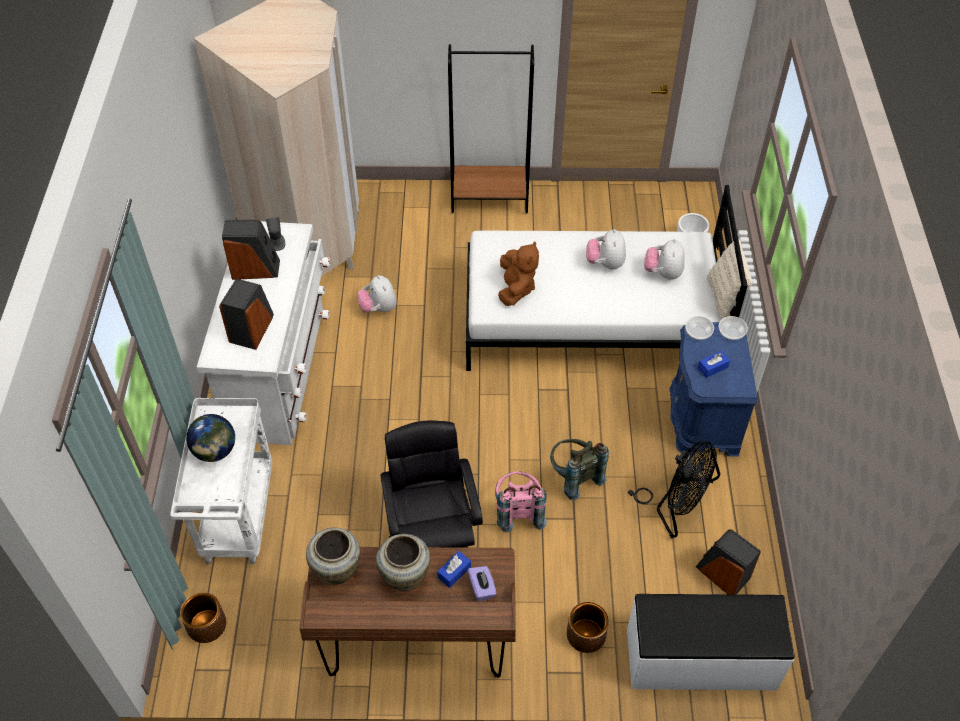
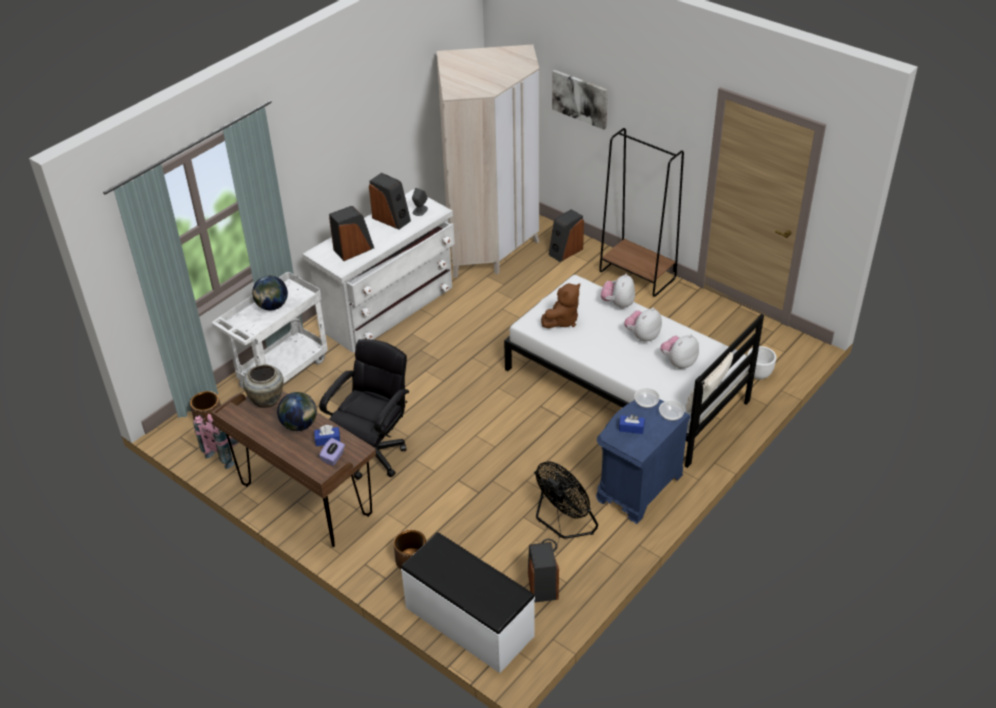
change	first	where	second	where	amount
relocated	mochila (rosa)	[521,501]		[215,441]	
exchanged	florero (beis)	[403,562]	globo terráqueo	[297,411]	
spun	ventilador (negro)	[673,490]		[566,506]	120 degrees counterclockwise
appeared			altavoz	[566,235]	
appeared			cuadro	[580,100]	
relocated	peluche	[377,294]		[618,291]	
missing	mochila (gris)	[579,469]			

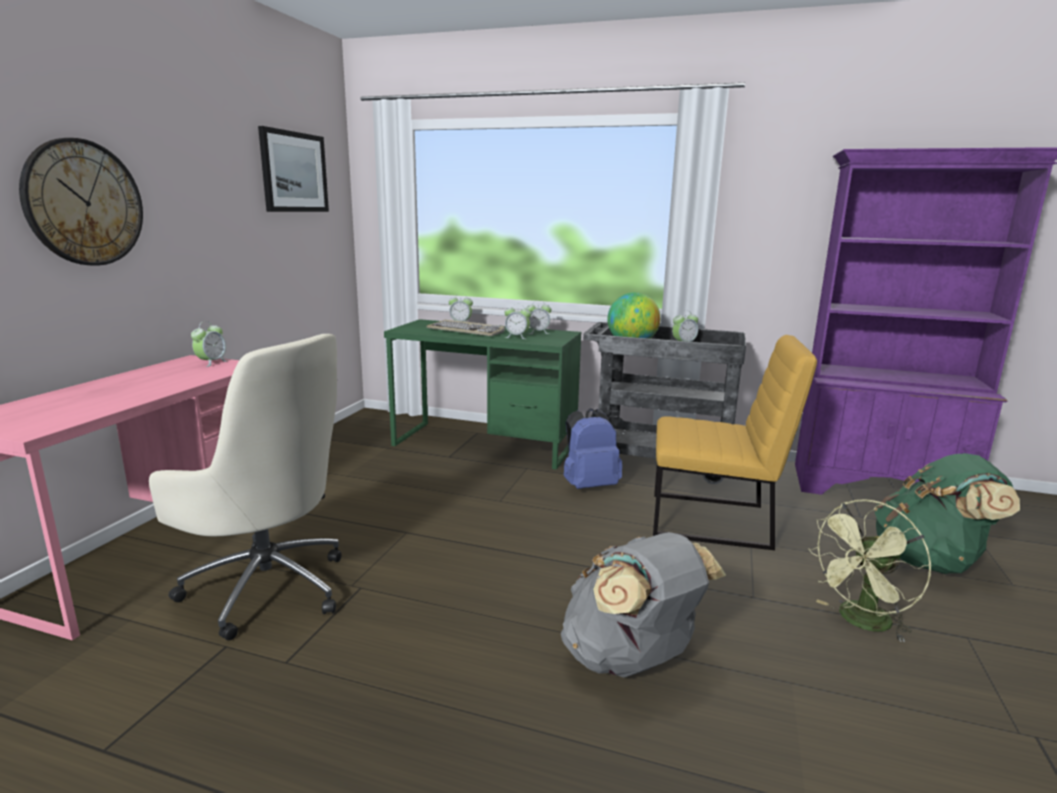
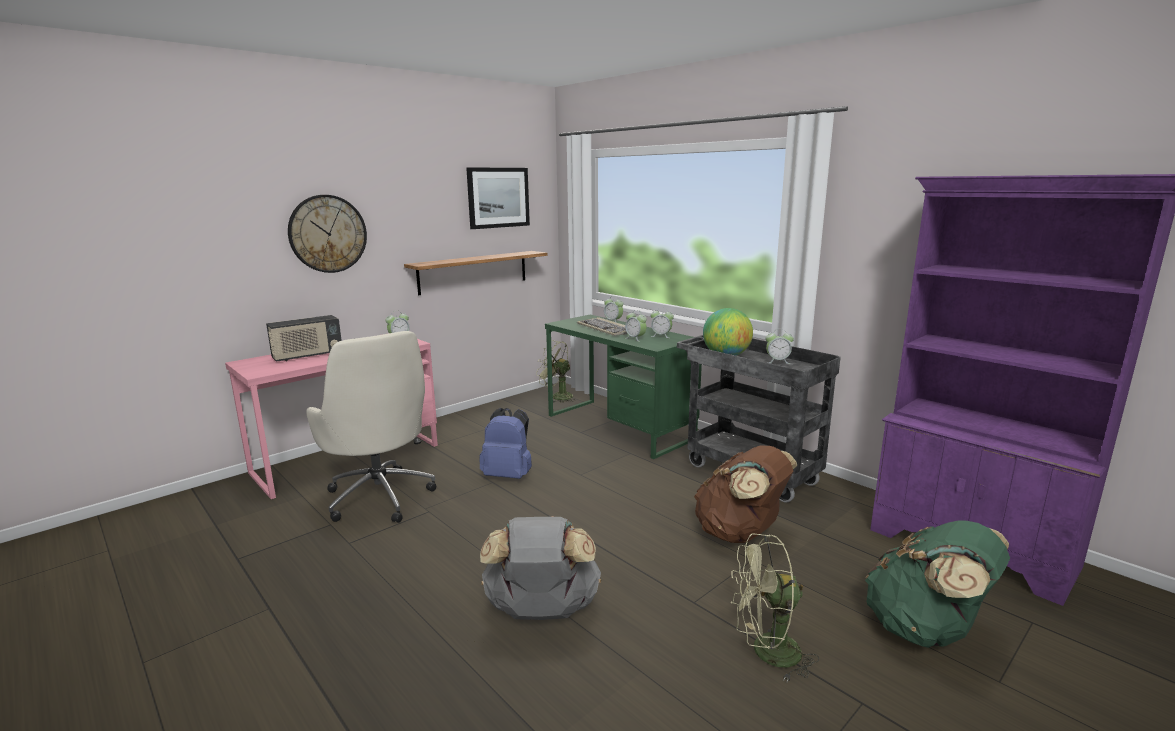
change	first	where	second	where	amount
appeared			radio	[304,338]	
appeared			estante	[476,273]	
relocated	mochila (azul)	[593,448]		[505,443]	
appeared			ventilador (verde)	[556,371]	
exchanged	silla (amarillo)	[735,442]	mochila (marrón)	[745,494]	

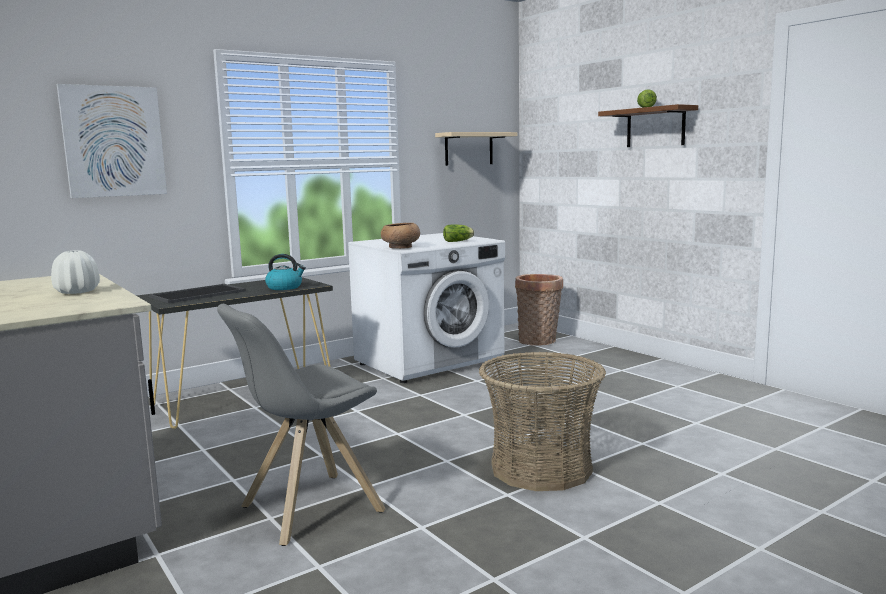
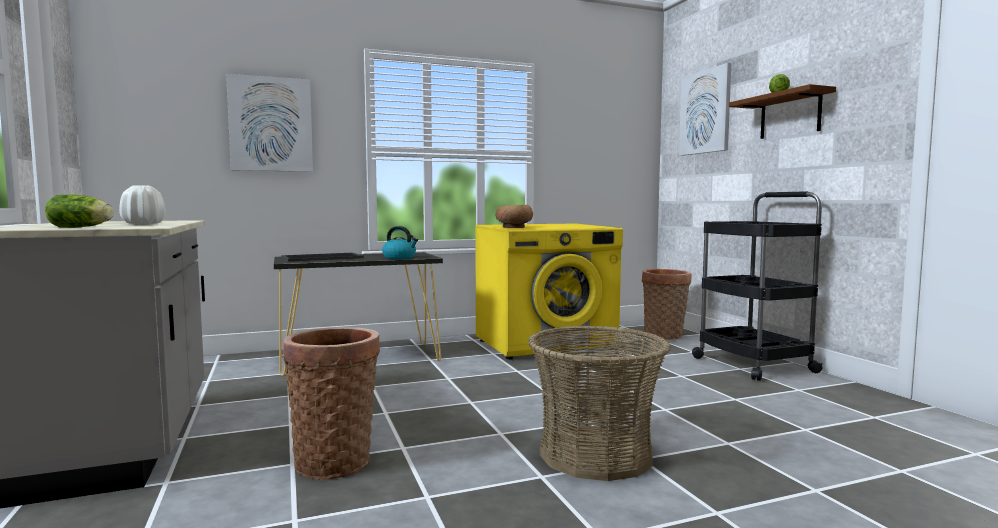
change	first	where	second	where	amount
relocated	lechuga	[458,233]		[79,211]	
exchanged	silla (gris)	[301,425]	cesta	[331,403]	
colour	lavadora (blanco)	[426,308]	lavadora (amarillo)	[549,291]	
appeared			cuadro	[705,109]	
appeared			carrito (negro)	[757,286]	
missing	estante (beis)	[476,149]			

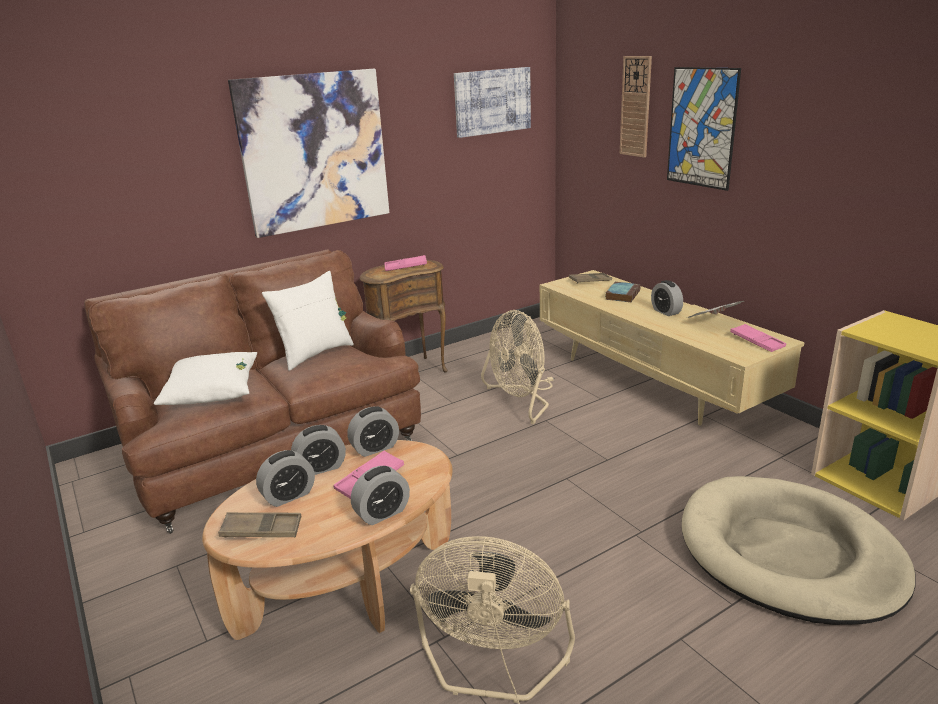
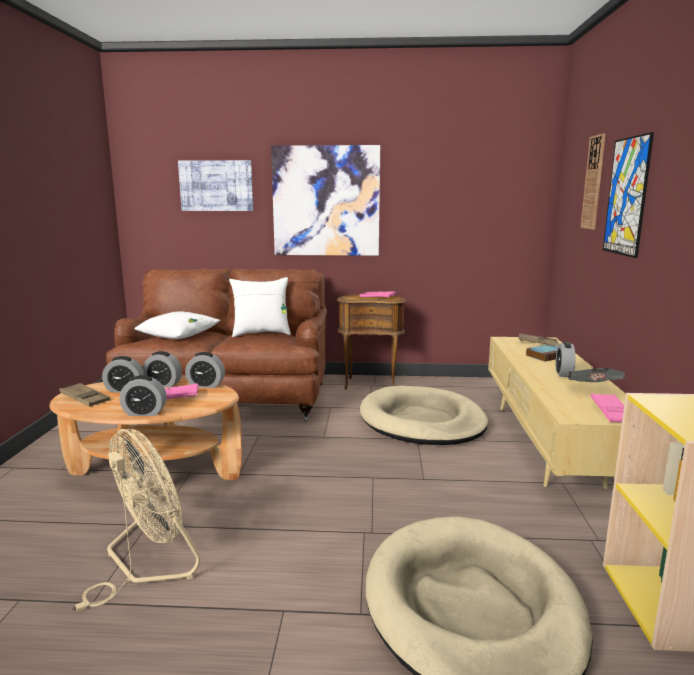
change	first	where	second	where	amount
relocated	cuadro	[492,102]		[215,185]	
exchanged	ventilador (beis)	[518,367]	cama para perro (beis)	[424,415]	

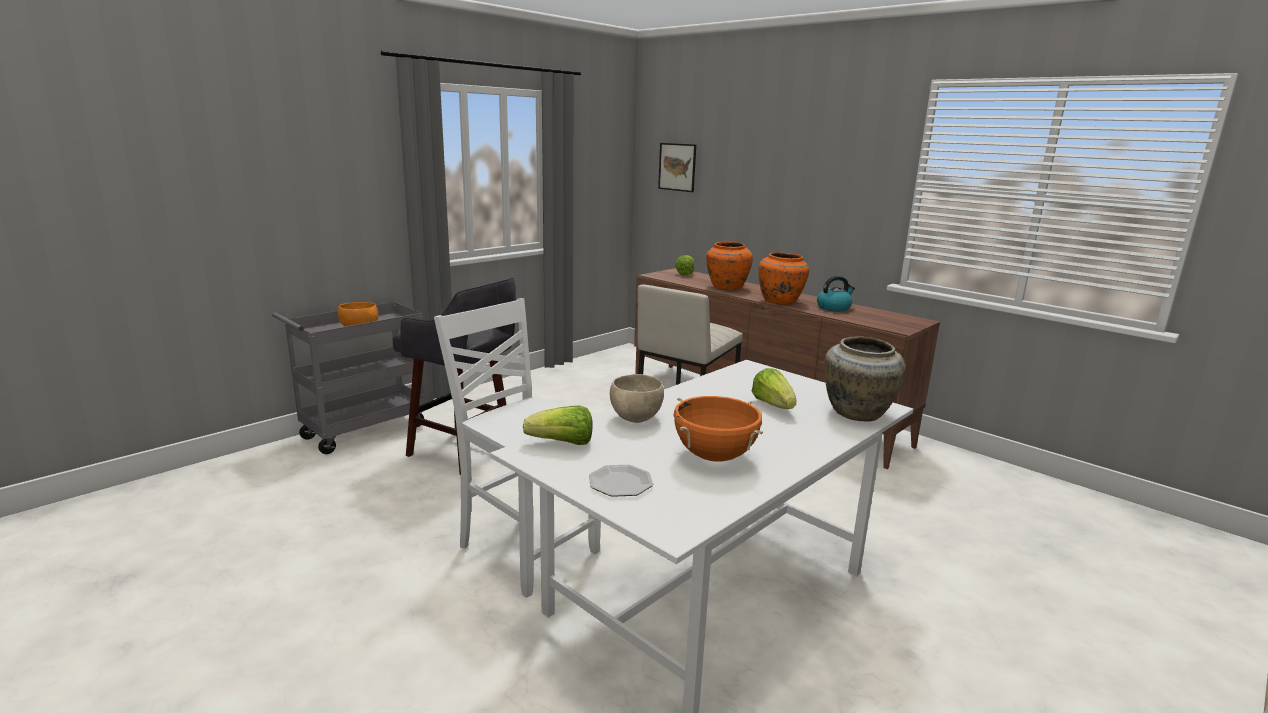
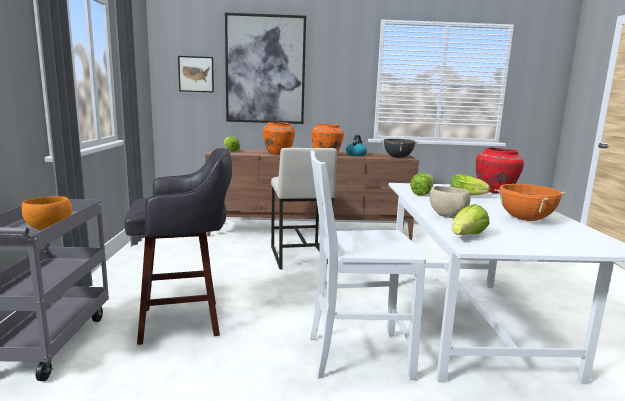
change	first	where	second	where	amount
appeared			cuadro	[265,68]	
appeared			olla (negro)	[399,148]	
appeared			lechuga	[422,184]	
colour	florero (beis)	[865,379]	florero (rojo)	[500,171]	
missing	plato	[621,481]			

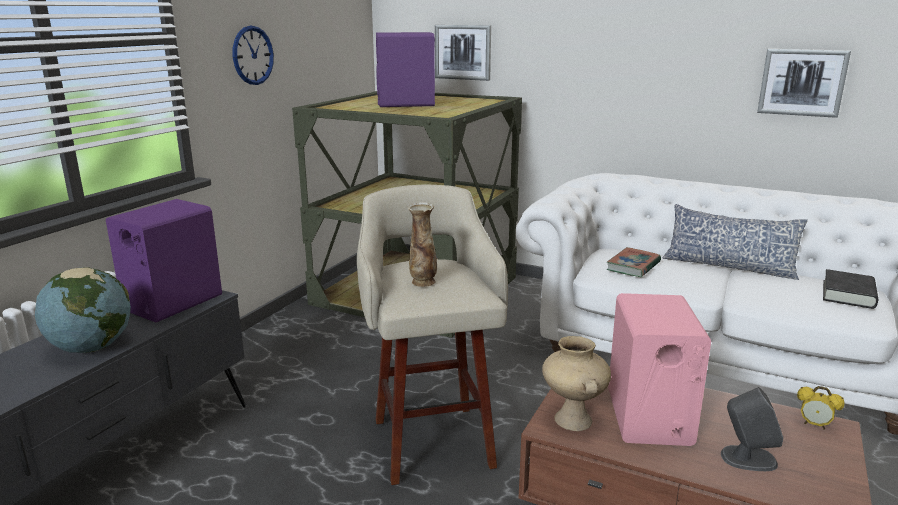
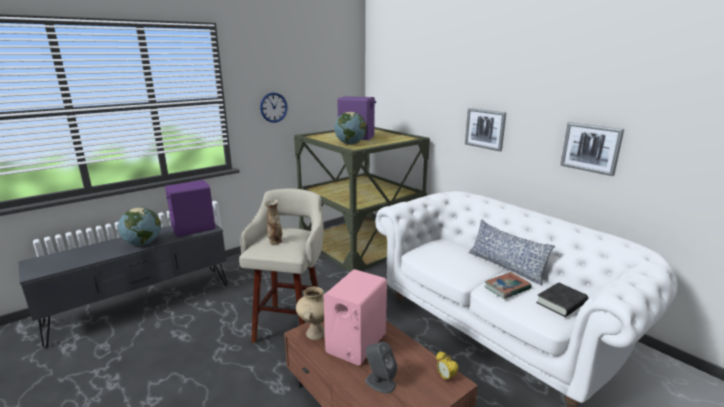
change	first	where	second	where	amount
appeared			globo terráqueo	[350,128]	
relocated	cuadro	[463,53]		[485,129]	
relocated	libro	[634,262]		[508,285]	

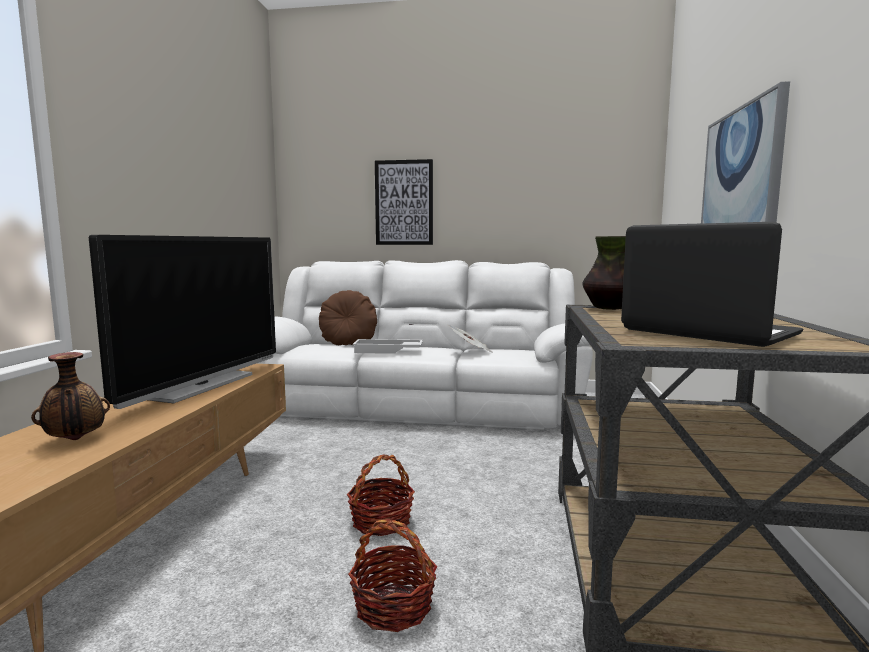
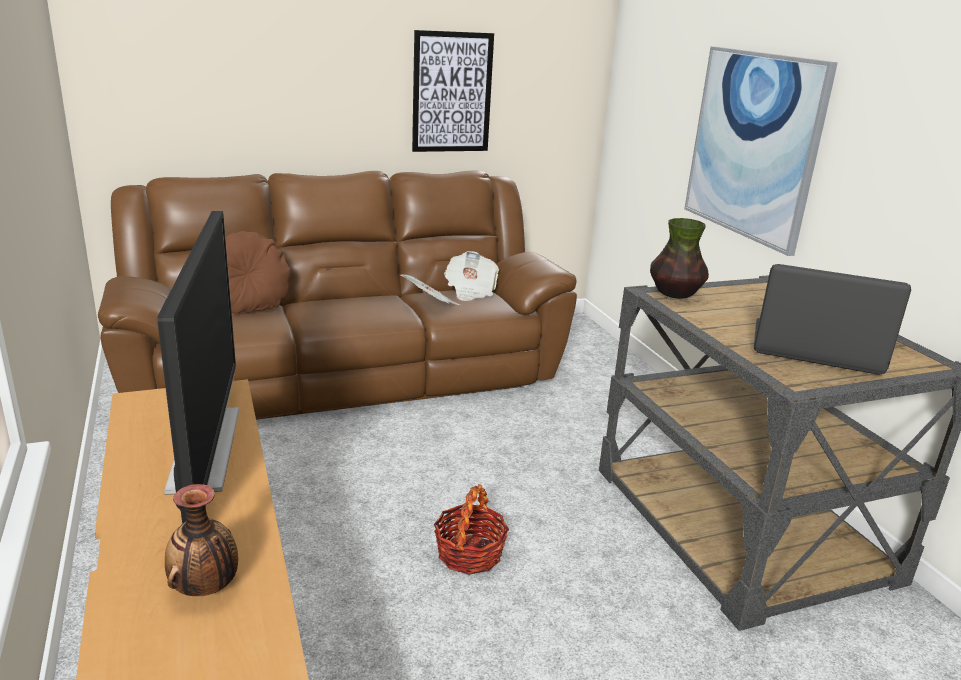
change	first	where	second	where	amount
colour	sofá (blanco)	[426,345]	sofá (marrón)	[337,295]	
relocated	cuadro	[404,202]		[453,91]	
appeared			periódico	[471,276]	
missing	cesta	[392,575]			
missing	bandeja (blanco)	[387,346]			

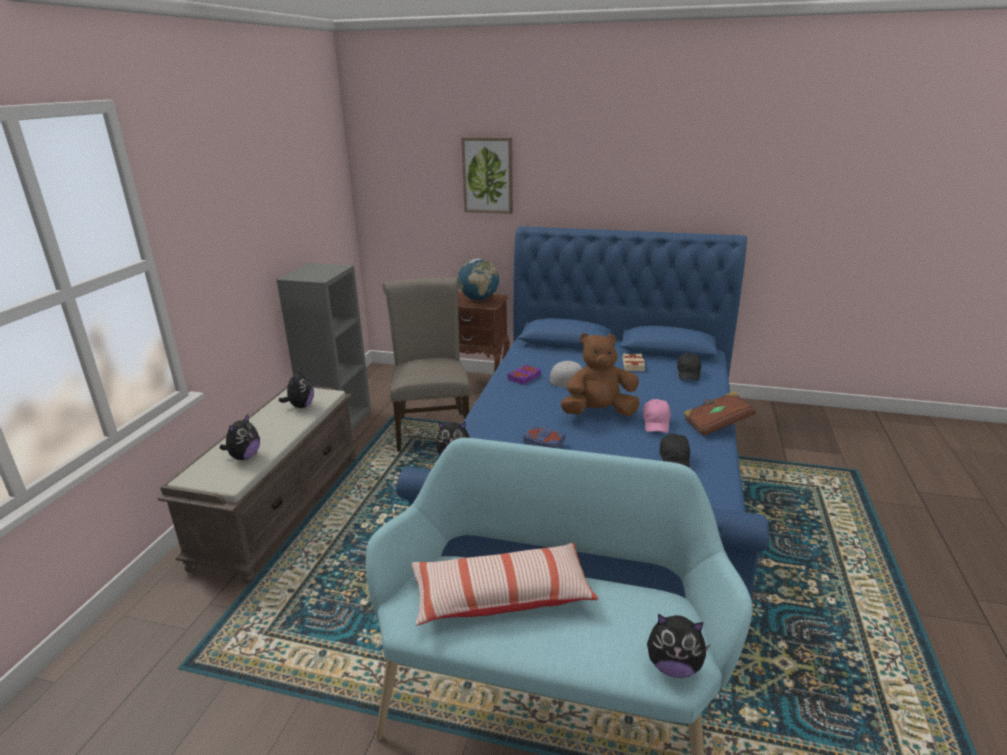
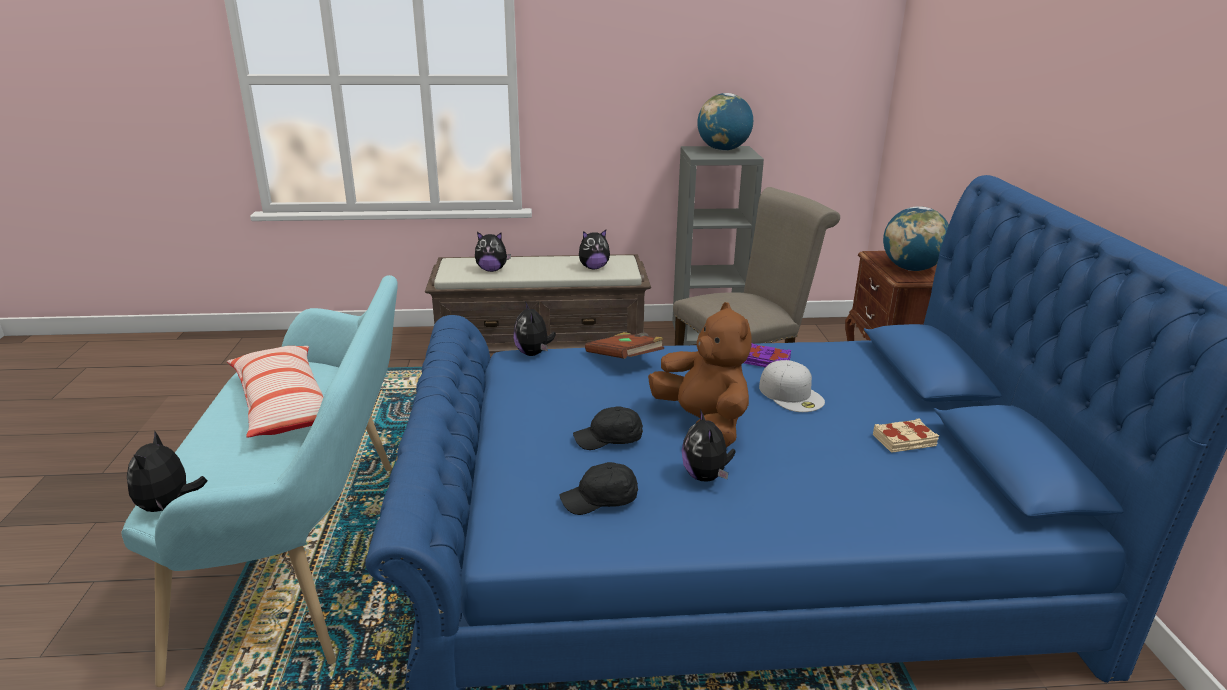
change	first	where	second	where	amount
relocated	gorra (negro)	[689,367]		[608,428]	
relocated	libro (marrón)	[719,413]		[624,345]	
exchanged	gorra (rosa)	[657,416]	peluche	[709,445]	
appeared			globo terráqueo	[725,122]	
missing	cuadro	[487,175]			
missing	libro (azul)	[544,436]			

